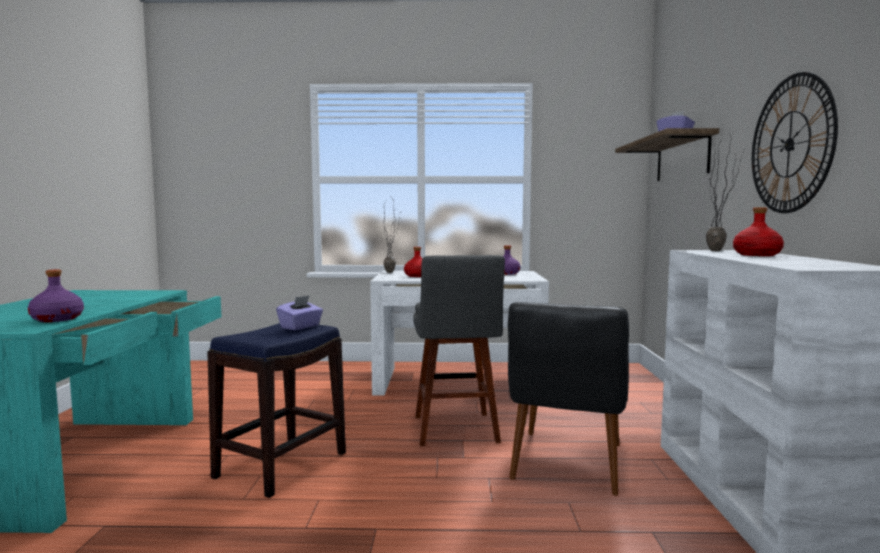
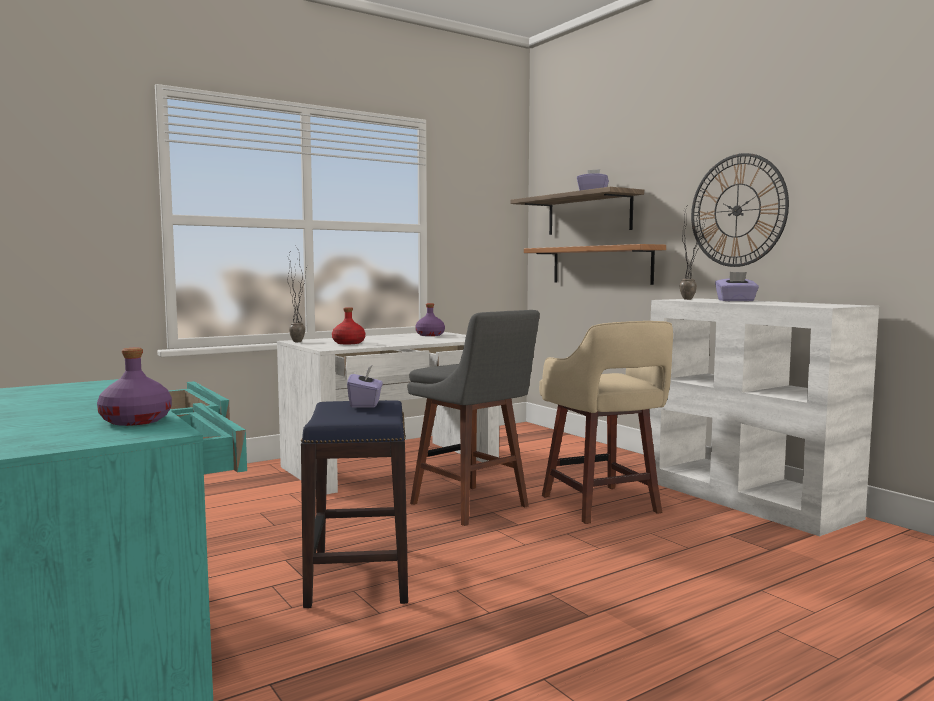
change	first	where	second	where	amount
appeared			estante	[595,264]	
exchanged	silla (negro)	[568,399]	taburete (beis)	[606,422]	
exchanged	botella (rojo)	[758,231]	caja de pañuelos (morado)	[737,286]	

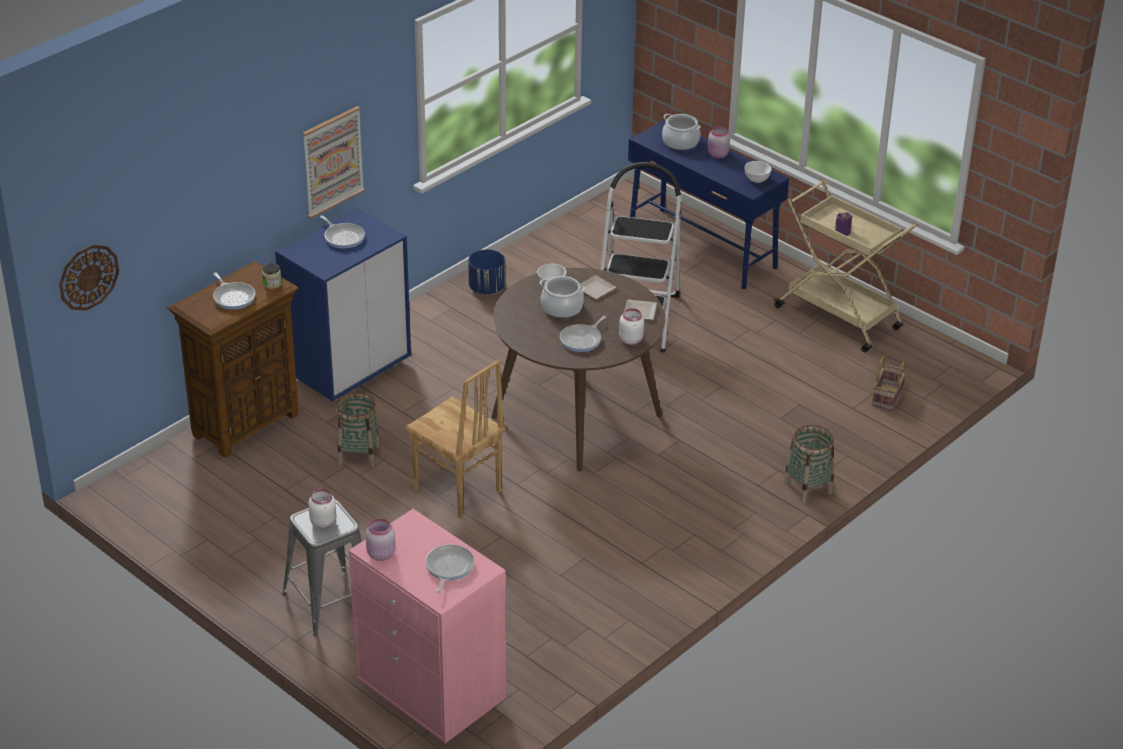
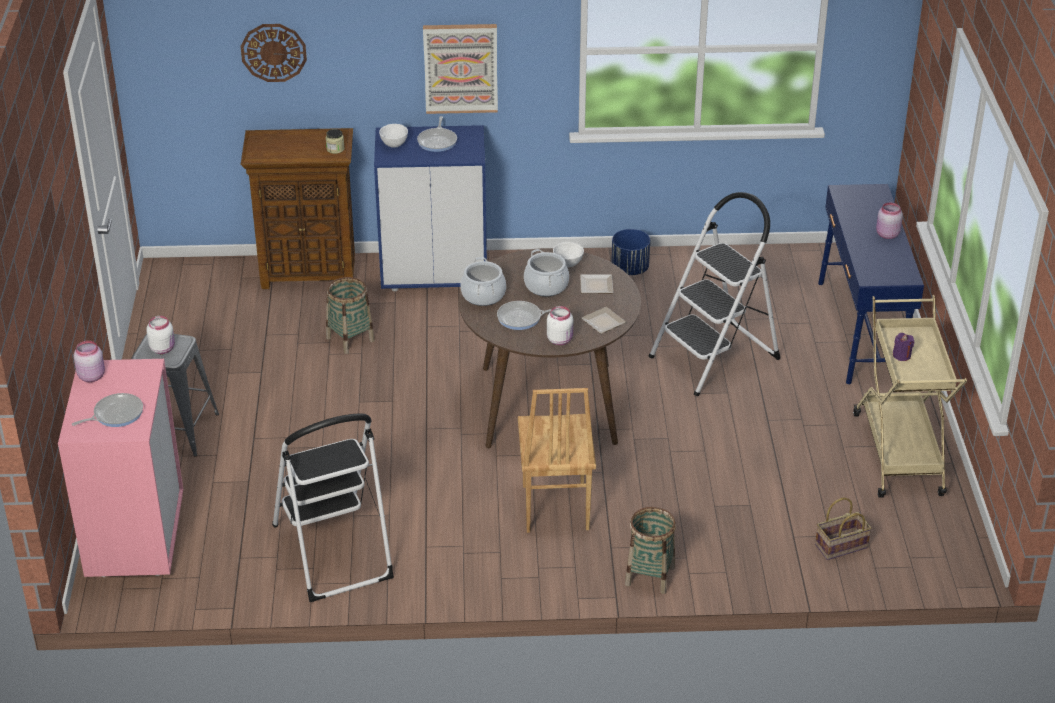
change	first	where	second	where	amount
relocated	reloj de pared	[89,277]		[274,53]	
appeared			escalera de tijera	[333,508]	
relocated	cuenco (blanco)	[757,172]		[393,136]	
relocated	olla	[681,132]		[483,281]	
relocated	silla (marrón)	[455,439]		[557,460]	
missing	sartén	[234,291]			

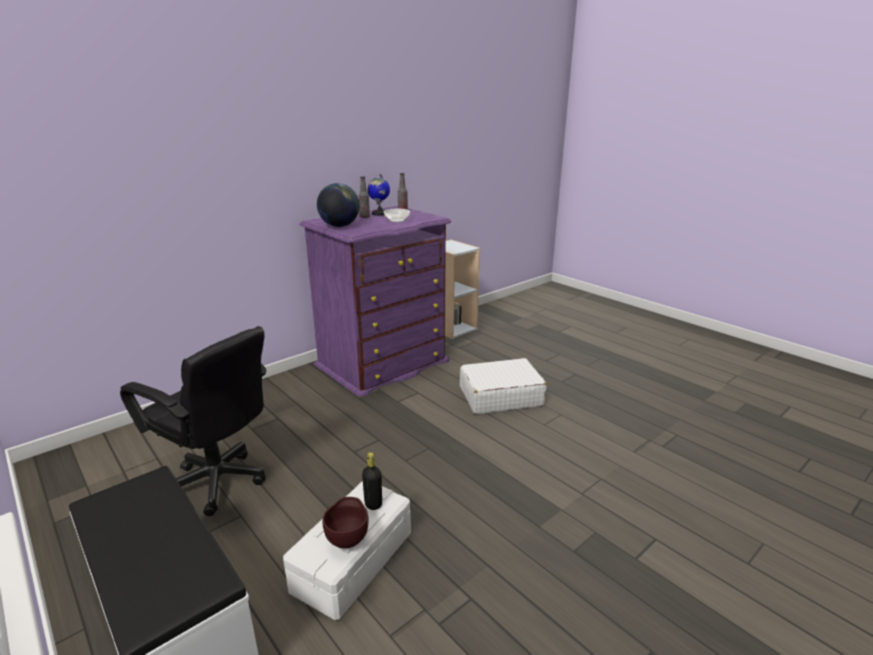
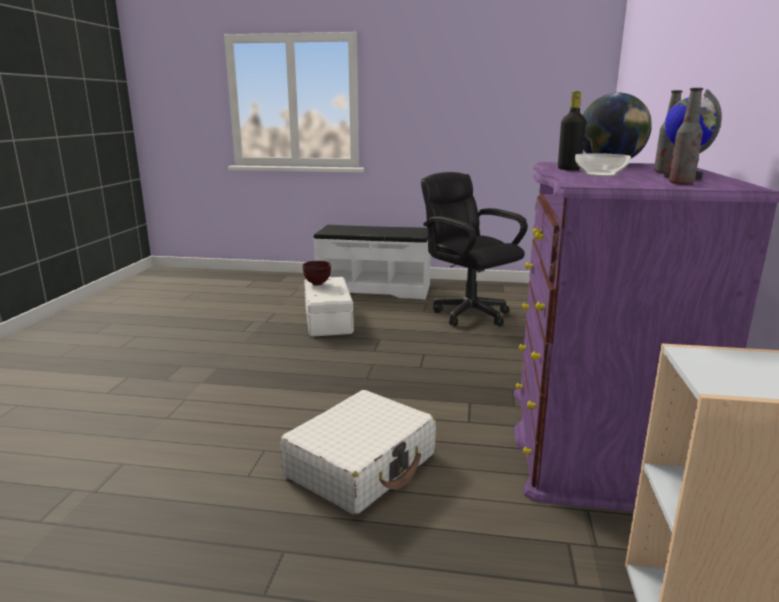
change	first	where	second	where	amount
spun	silla de oficina (negro)	[193,421]		[474,249]	60 degrees clockwise
relocated	botella (negro)	[372,481]		[572,130]	

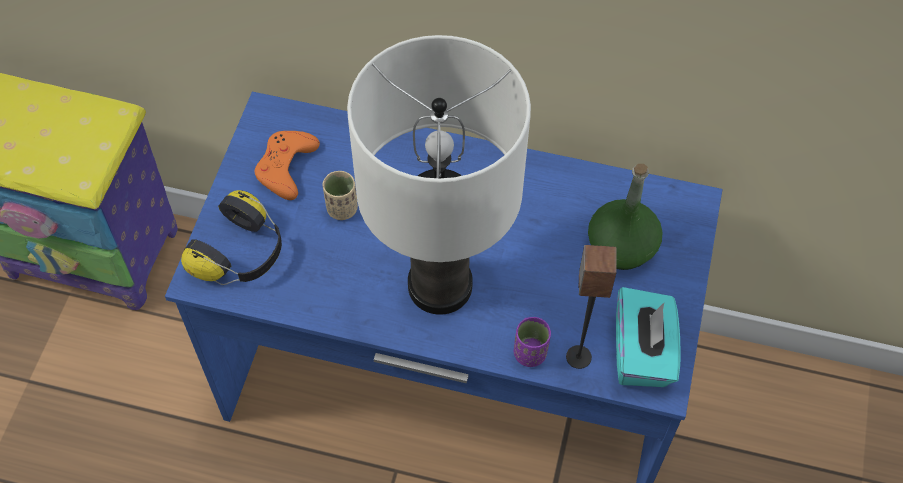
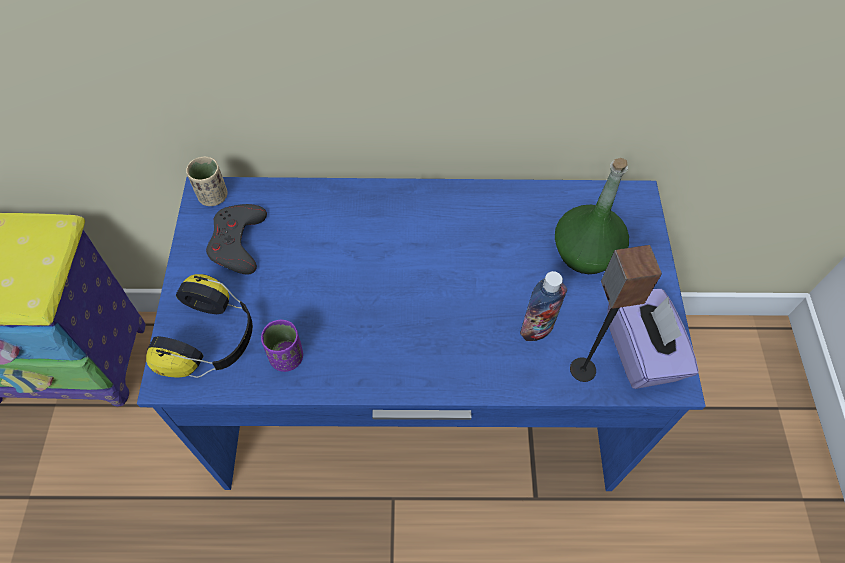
change	first	where	second	where	amount
relocated	taza (beis)	[340,195]		[207,181]	
colour	mando de consola (naranja)	[287,165]	mando de consola (gris)	[236,239]	
relocated	taza (morado)	[532,342]		[282,346]	
appeared			botella	[543,306]	
colour	caja de pañuelos (turquesa)	[648,337]	caja de pañuelos (morado)	[653,339]	
missing	lámpara de mesa (blanco)	[439,175]			

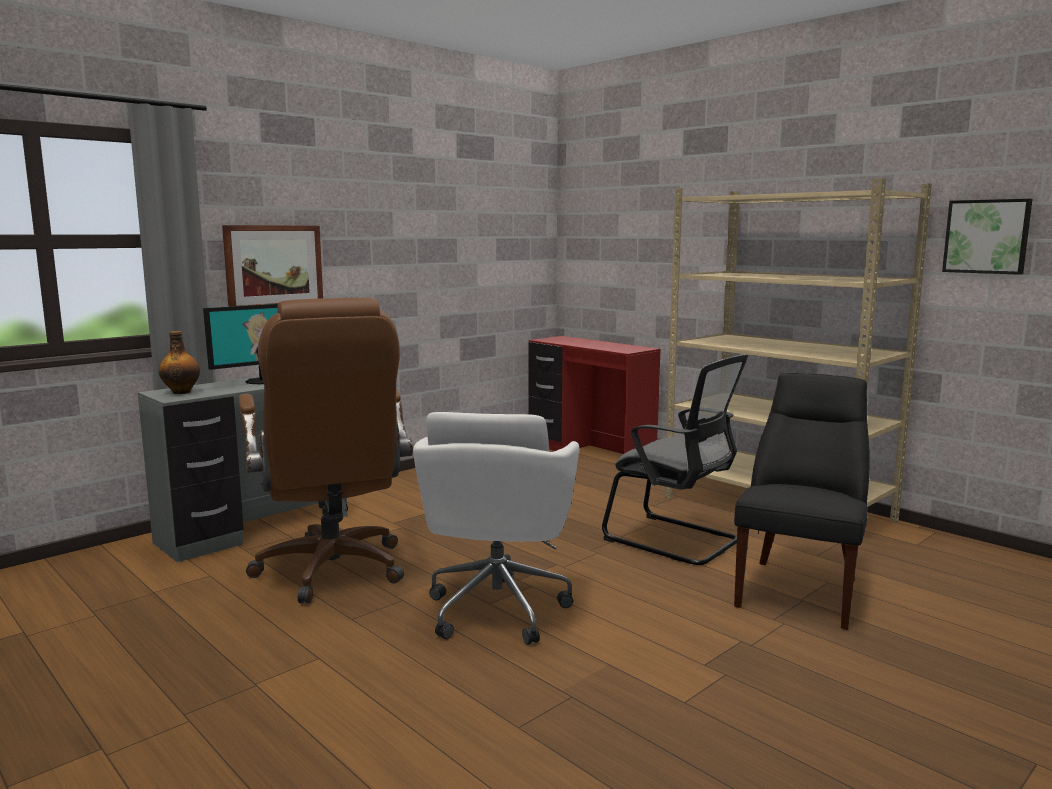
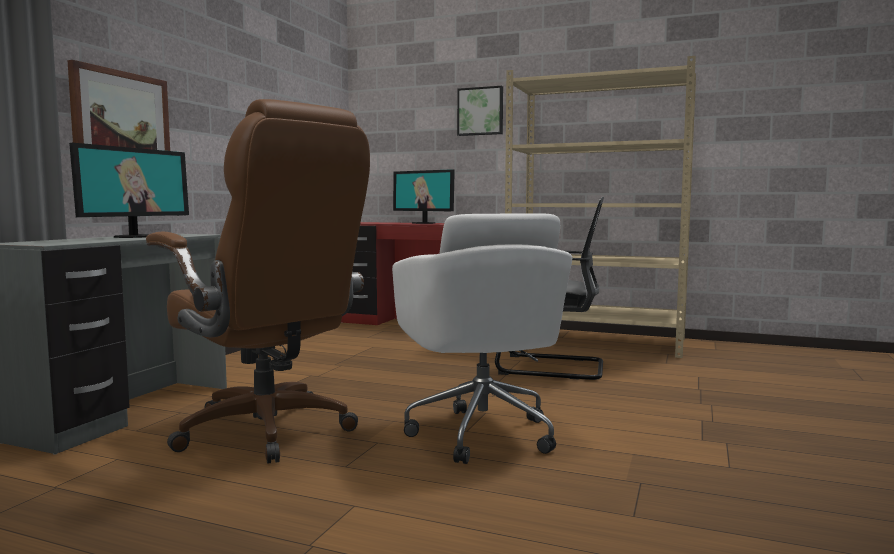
change	first	where	second	where	amount
appeared			monitor	[424,196]	
relocated	cuadro	[987,237]		[480,111]	
missing	botella	[179,362]			
missing	silla (negro)	[802,501]			

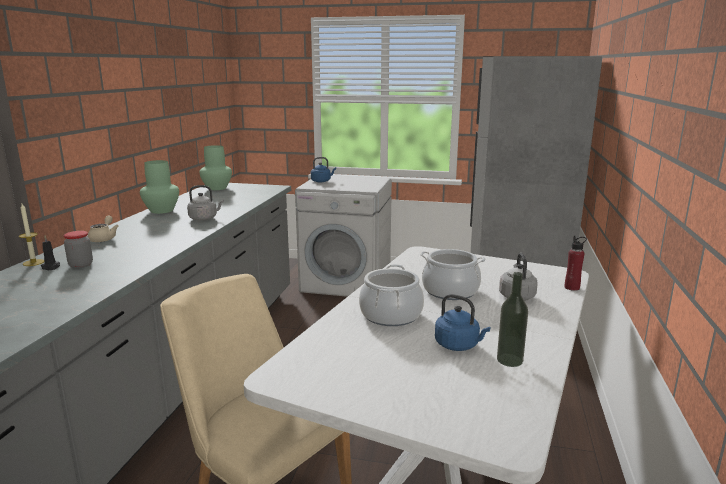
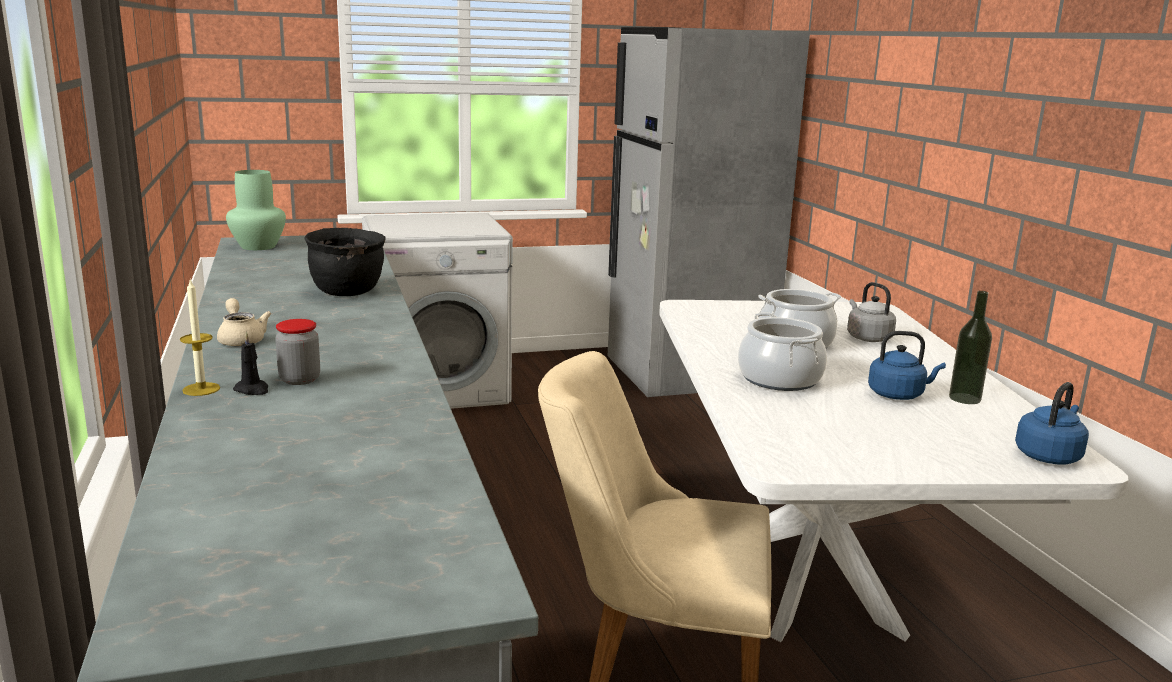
change	first	where	second	where	amount
exchanged	hervidor (gris)	[205,203]	olla (negro)	[345,262]	
relocated	hervidor (azul)	[323,170]		[1052,423]	
missing	florero (verde)	[159,187]			
missing	botella (rojo)	[576,263]			

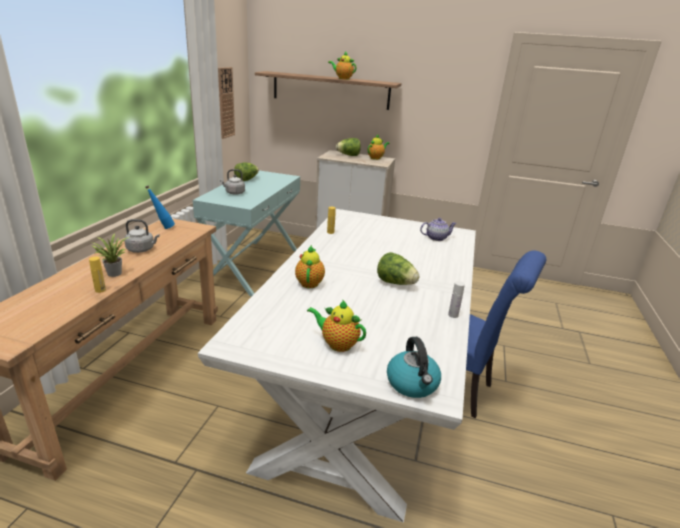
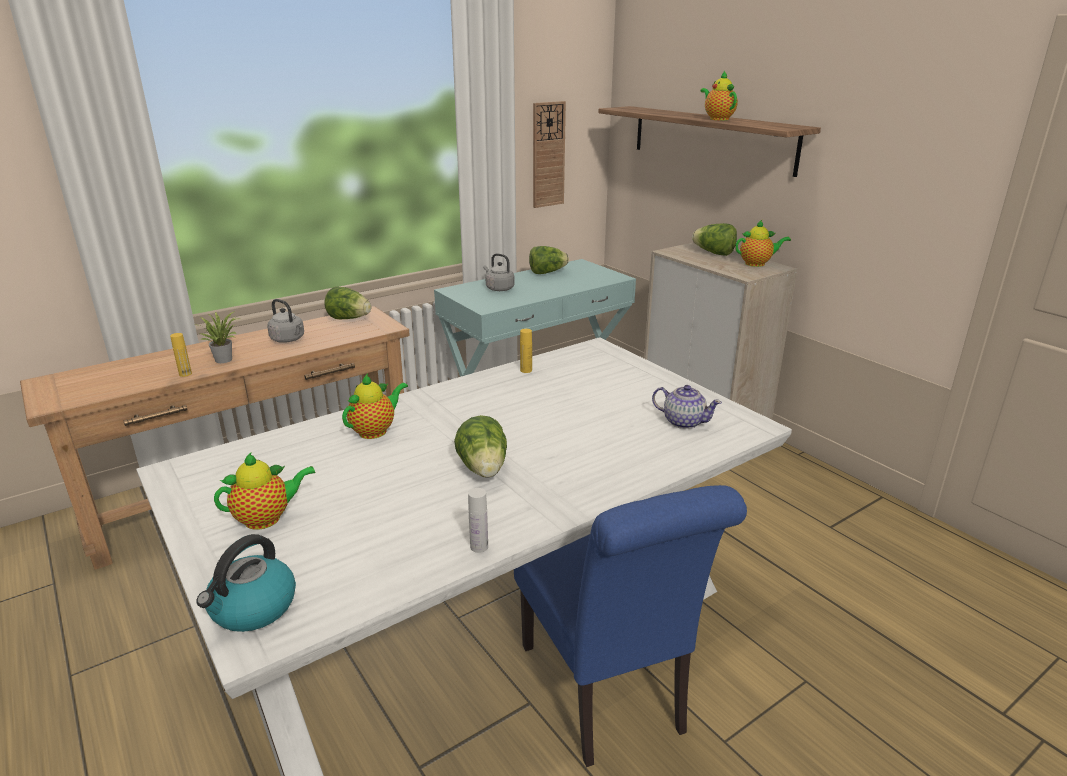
change	first	where	second	where	amount
spun	tetera	[336,325]		[264,491]	90 degrees clockwise
exchanged	botella (azul)	[160,207]	lechuga	[348,303]	

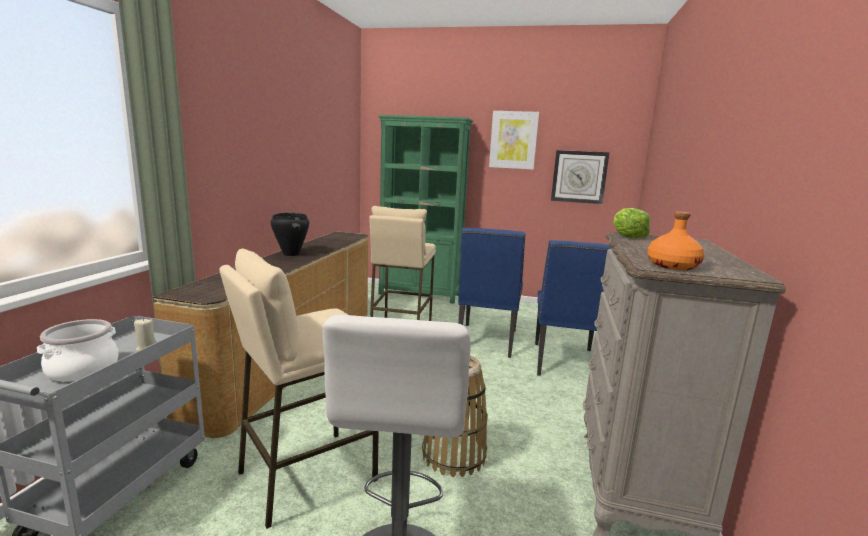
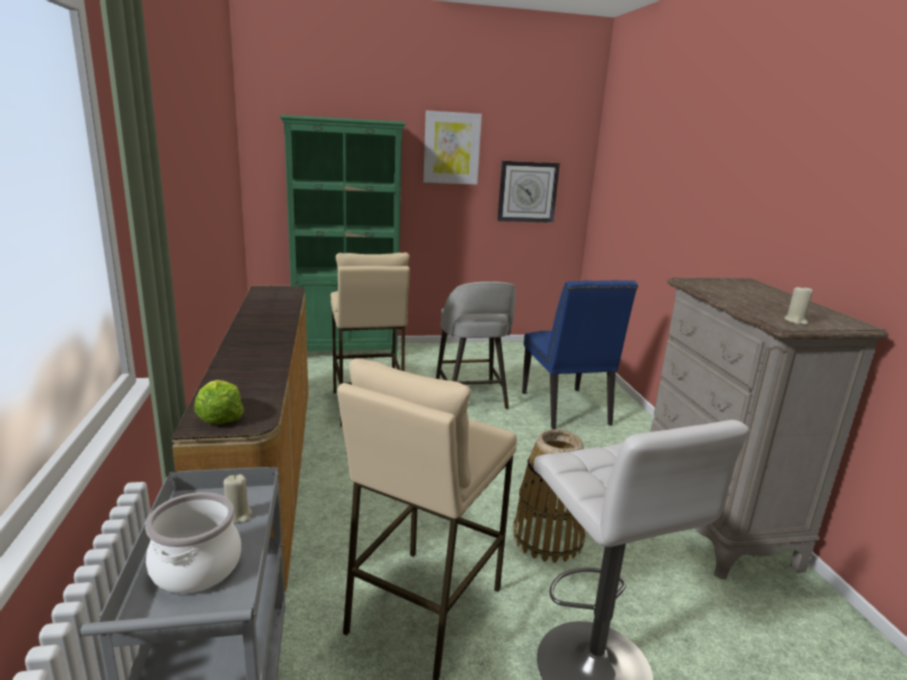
change	first	where	second	where	amount
relocated	lechuga	[631,223]		[219,402]	
exchanged	silla (azul)	[491,292]	taburete (gris)	[476,345]	
exchanged	botella (naranja)	[676,240]	vela (beis)	[798,305]	
missing	olla (negro)	[290,234]			

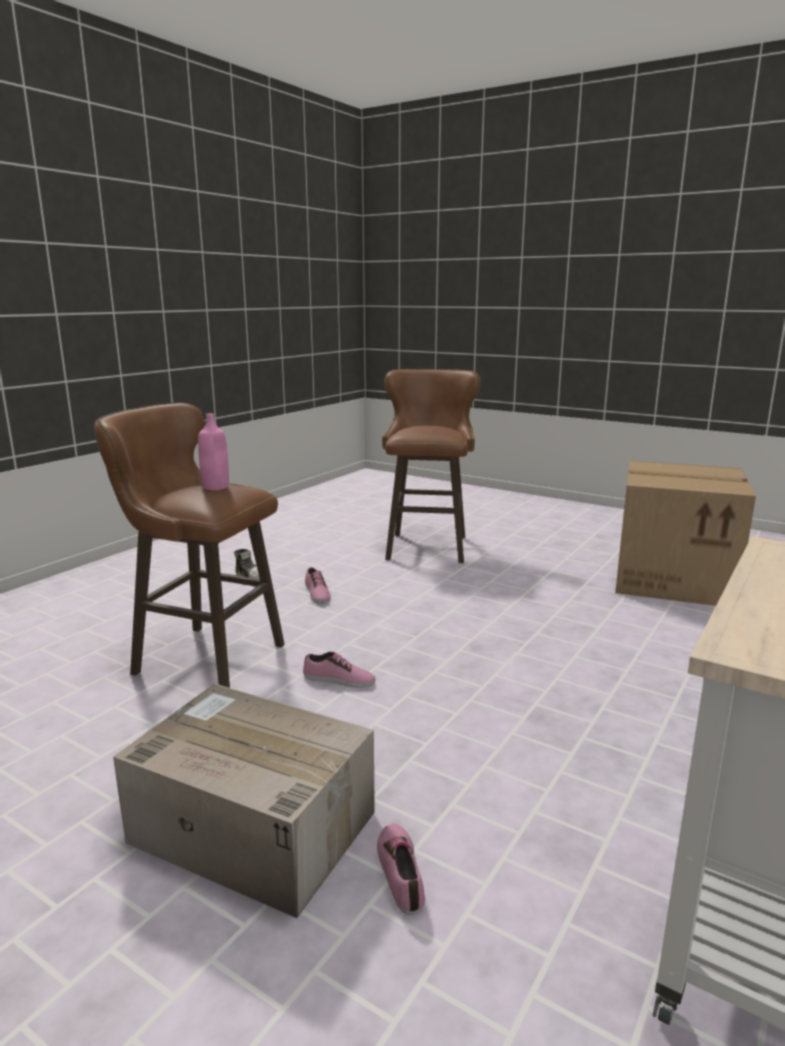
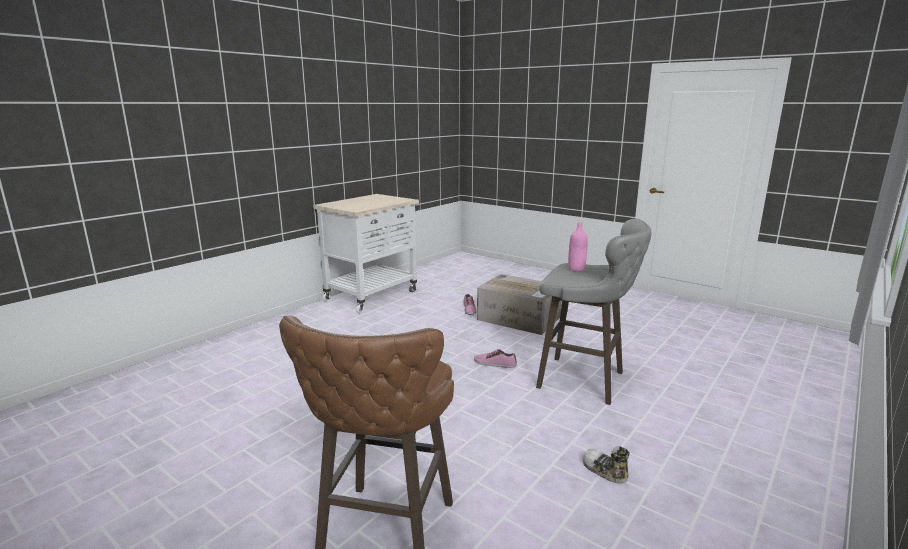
change	first	where	second	where	amount
colour	taburete (marrón)	[189,545]	taburete (gris)	[594,312]	
missing	zapato	[318,585]			
missing	caja de cartón	[685,533]			

